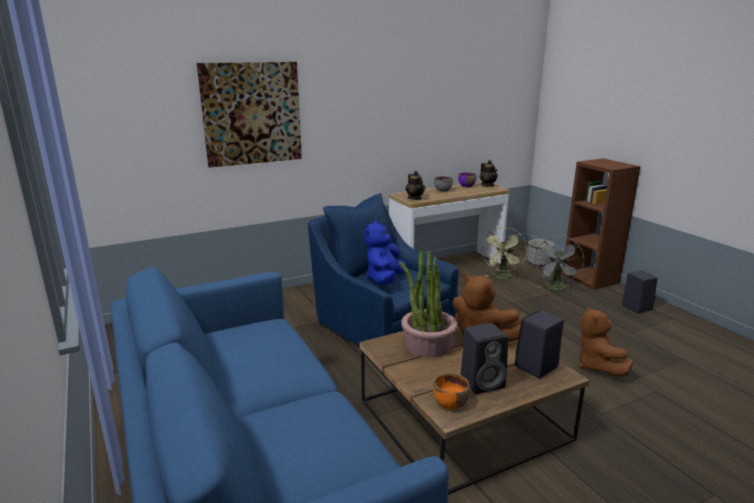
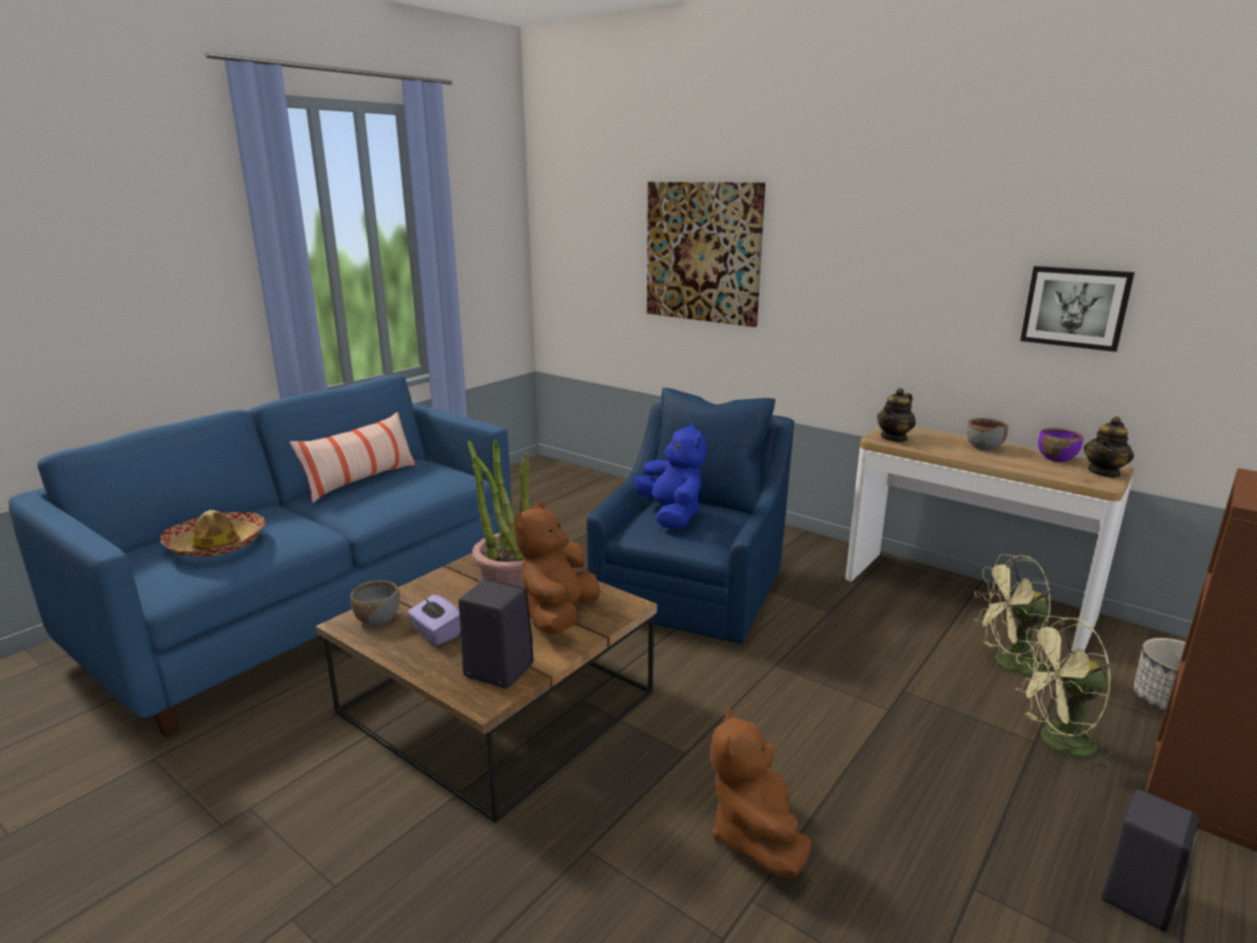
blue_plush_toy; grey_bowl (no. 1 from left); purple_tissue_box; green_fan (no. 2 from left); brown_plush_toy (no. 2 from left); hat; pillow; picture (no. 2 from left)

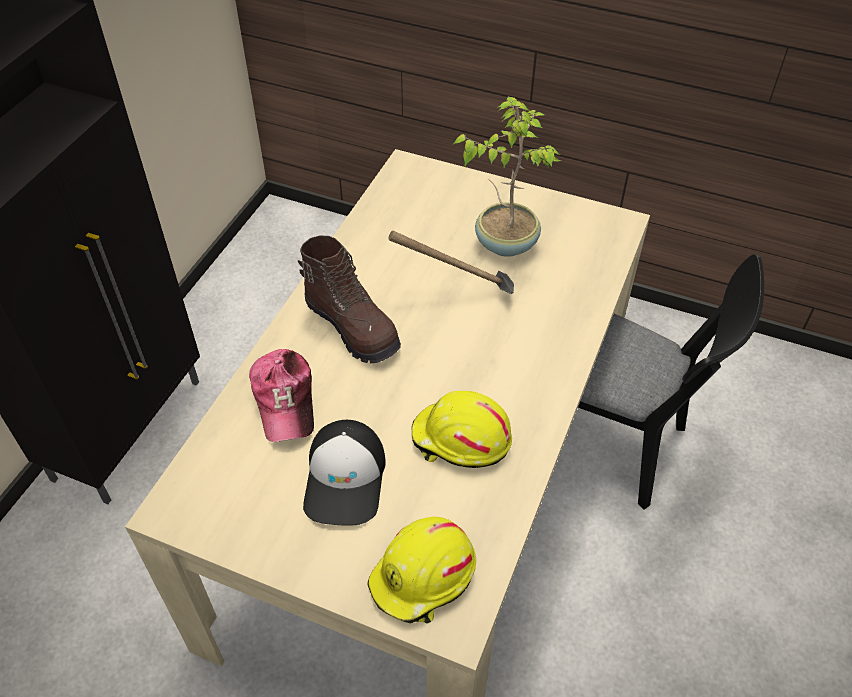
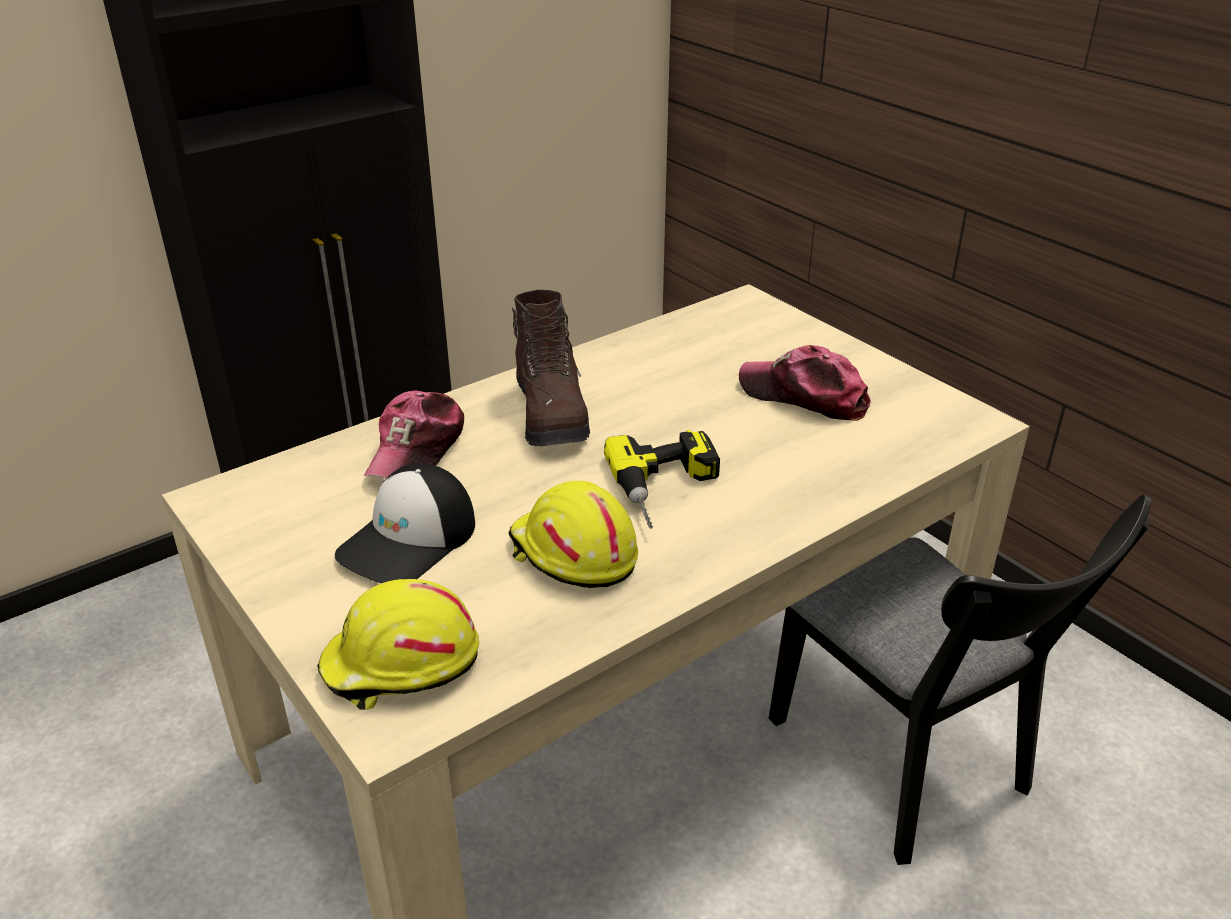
hammer; cap (no. 3 from left); power_drill

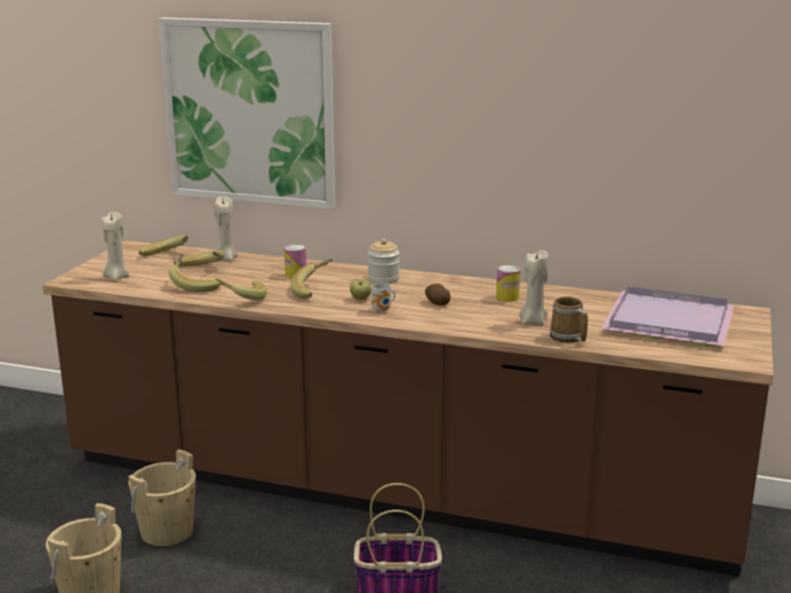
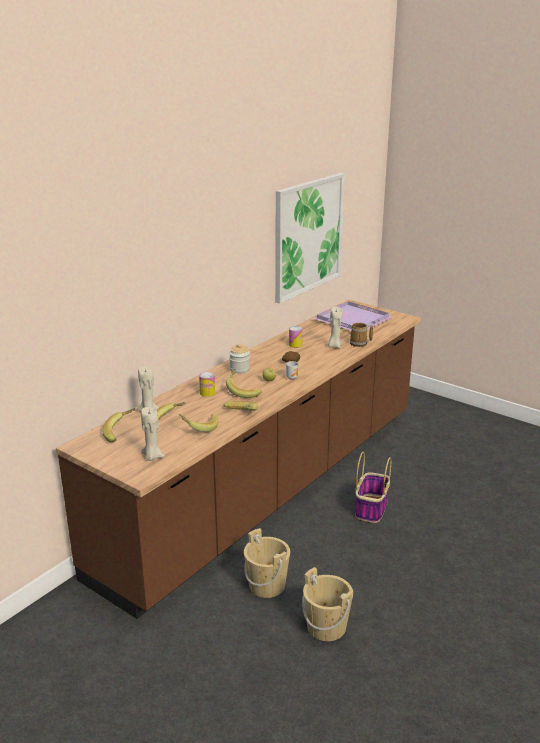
picture

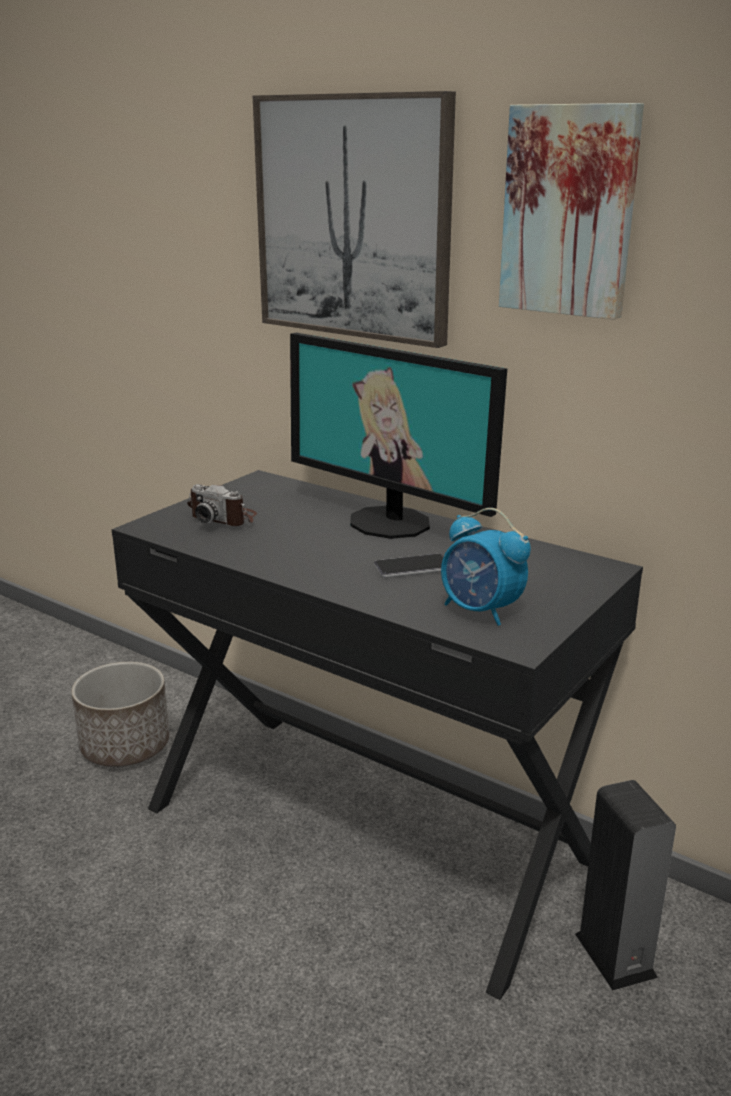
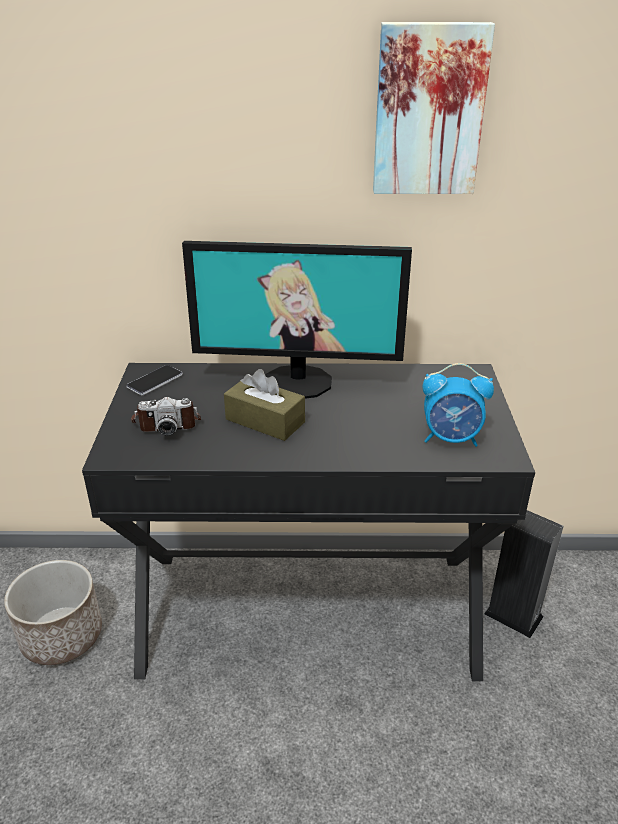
picture (no. 1 from left in the first image); phone; brown_tissue_box

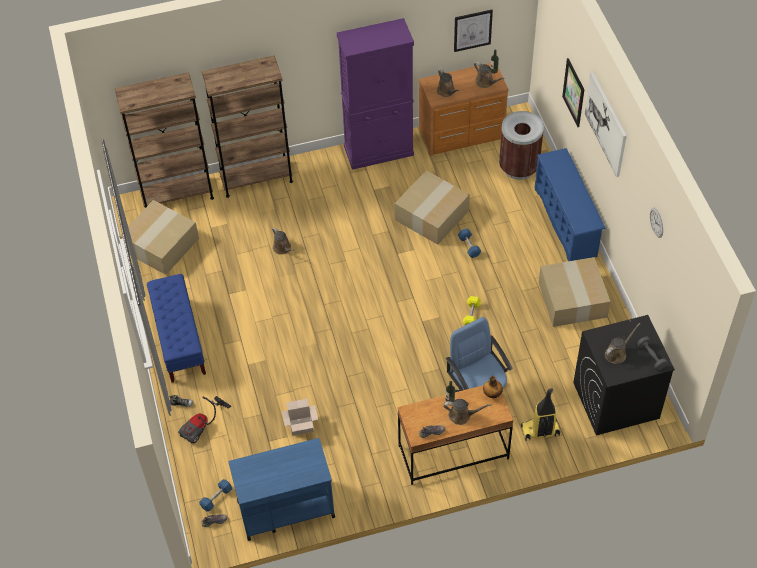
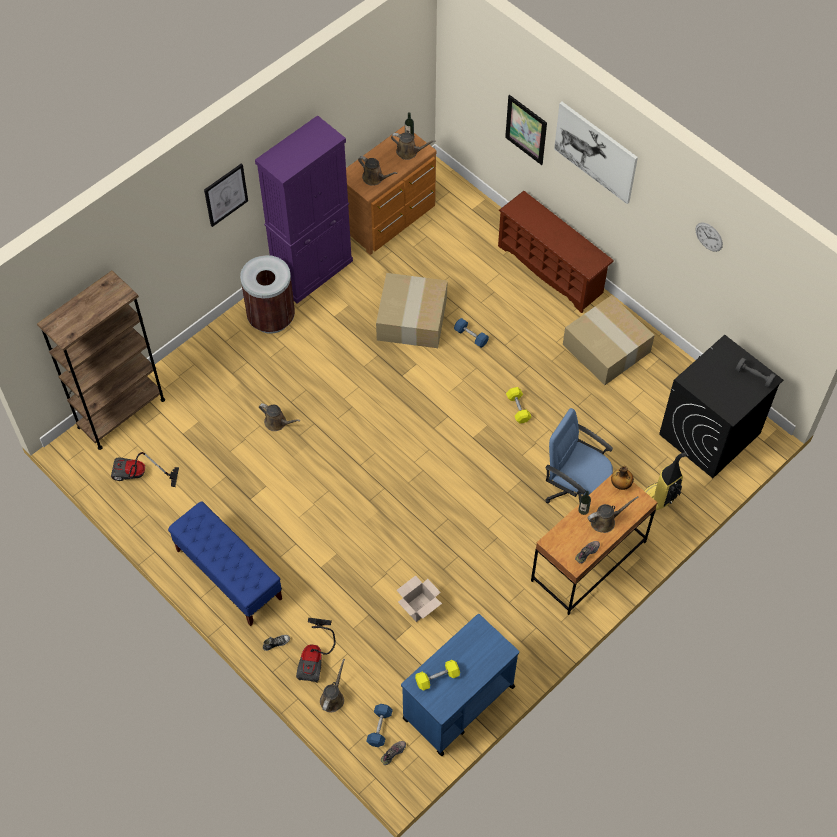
vacuum_cleaner (no. 1 from left); brown_bookcase (no. 2 from left in the first image); picture (no. 1 from left); brown_trash_can; brown_shoe_rack; brown_watering_can (no. 2 from left); yellow_dumbbell (no. 1 from left)

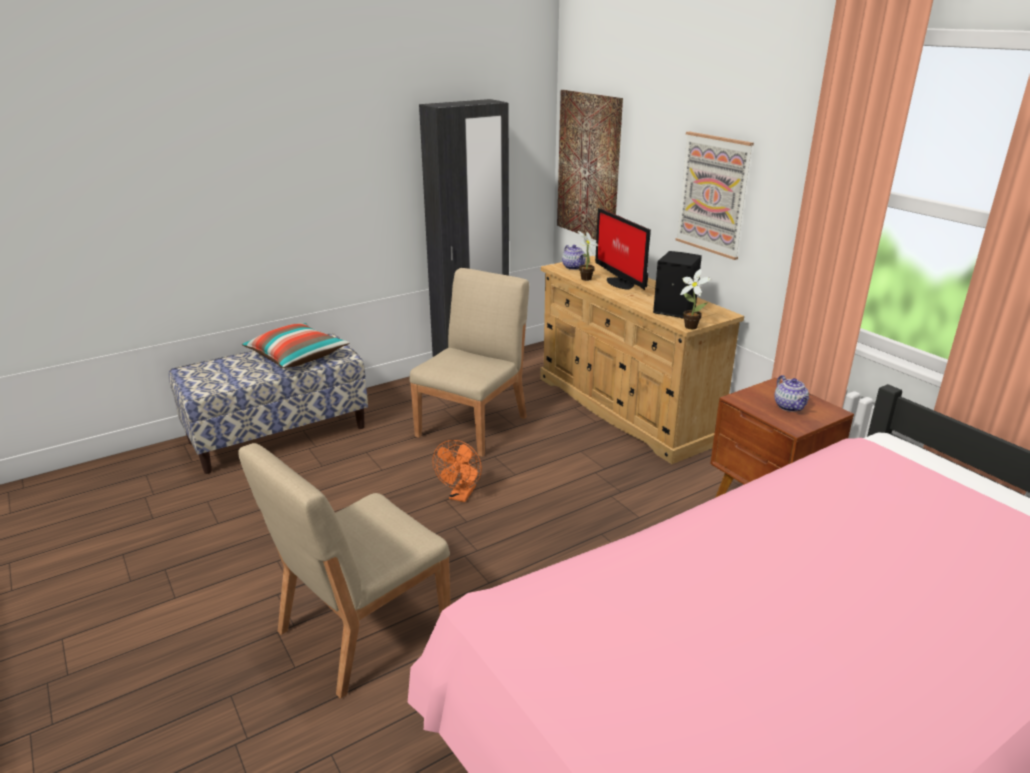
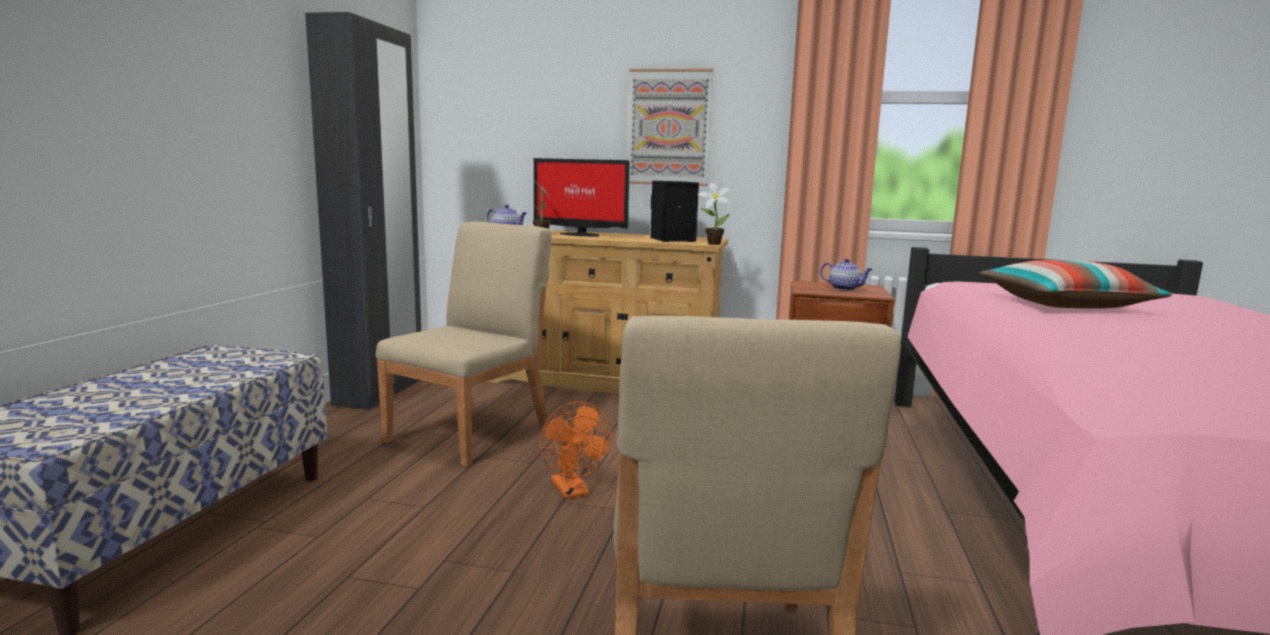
pillow; beige_chair (no. 1 from left); picture (no. 1 from left in the first image)

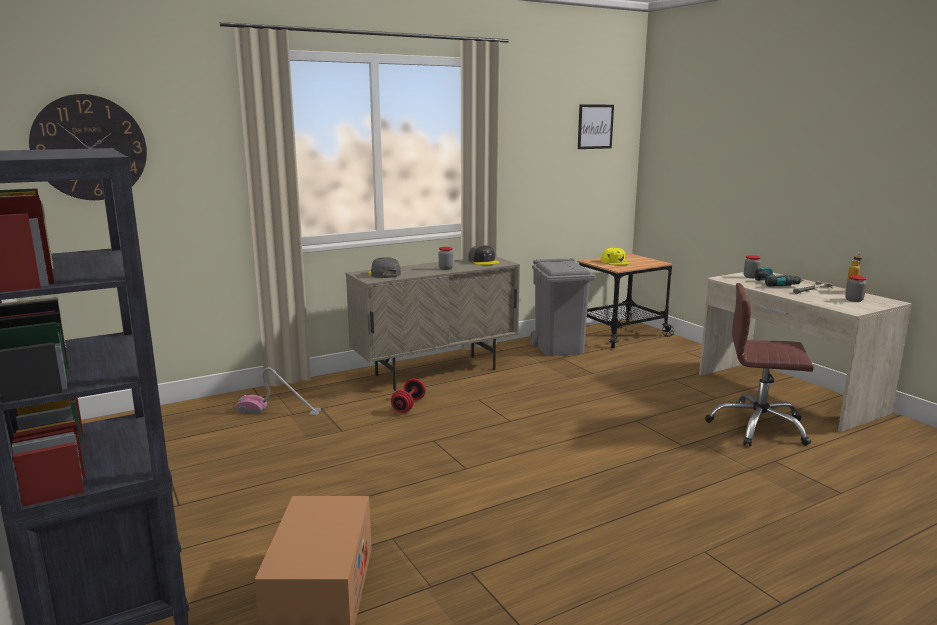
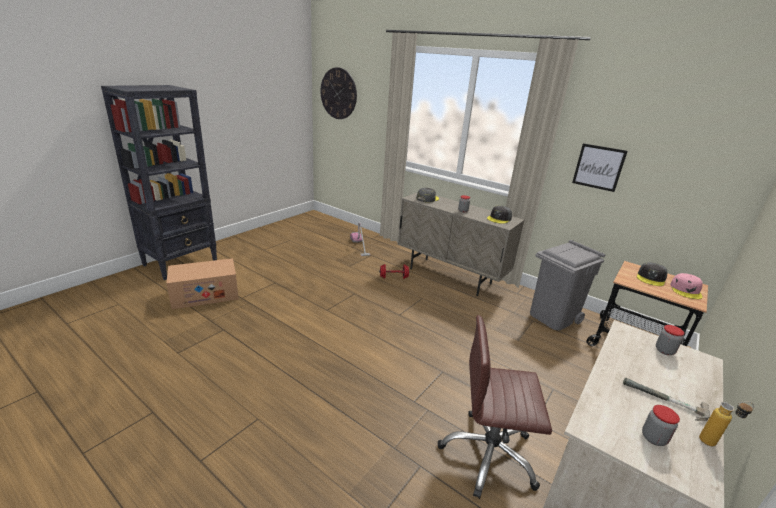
picture; grey_cap (no. 3 from left); brown_office_chair; power_drill; pink_cap

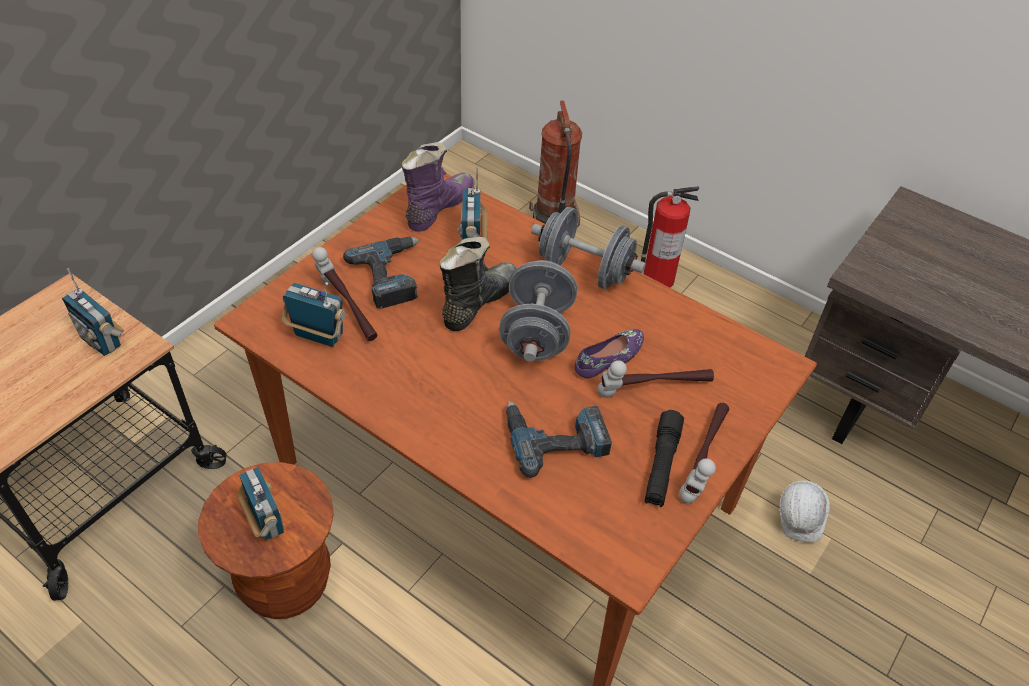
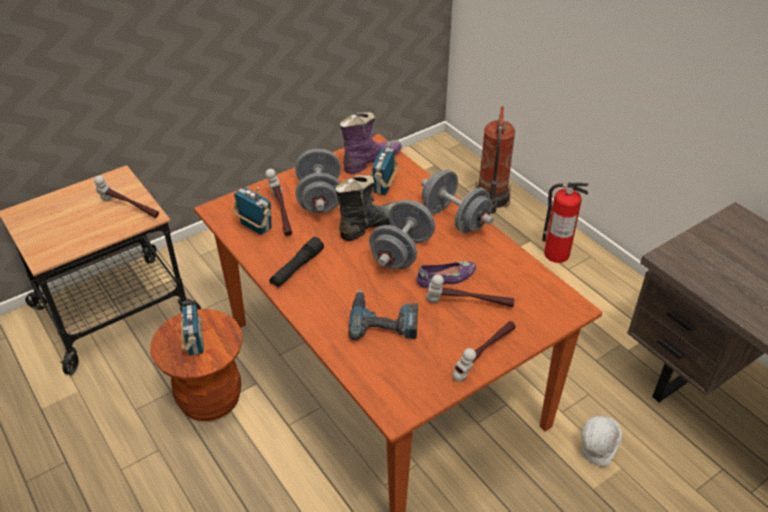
hammer (no. 1 from left); grey_dumbbell (no. 1 from left); black_flashlight

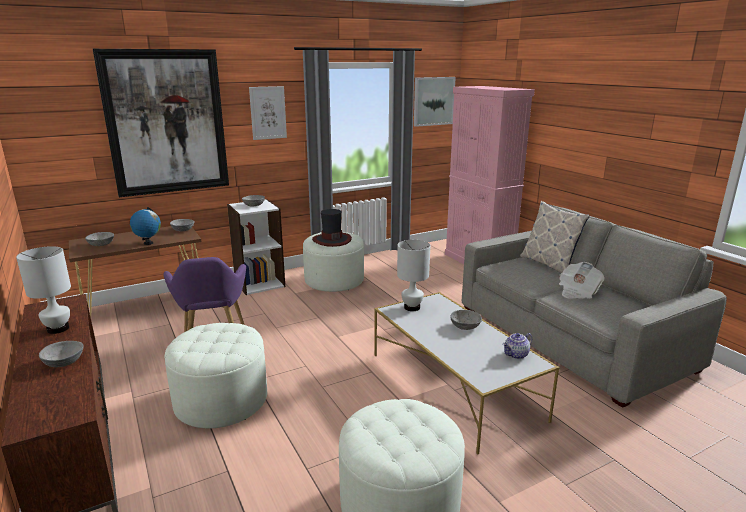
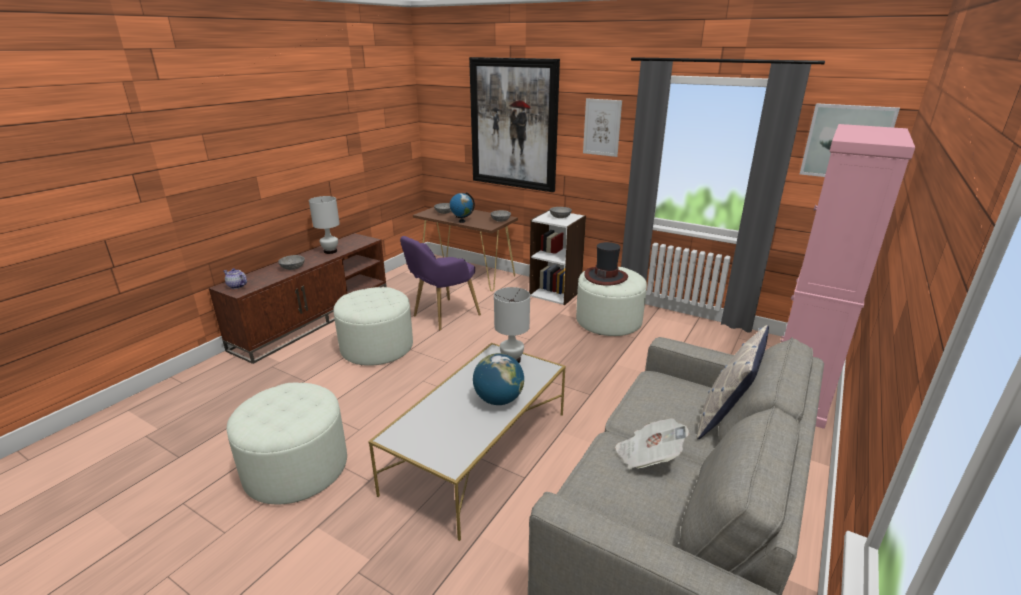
globe (no. 2 from left); teapot

